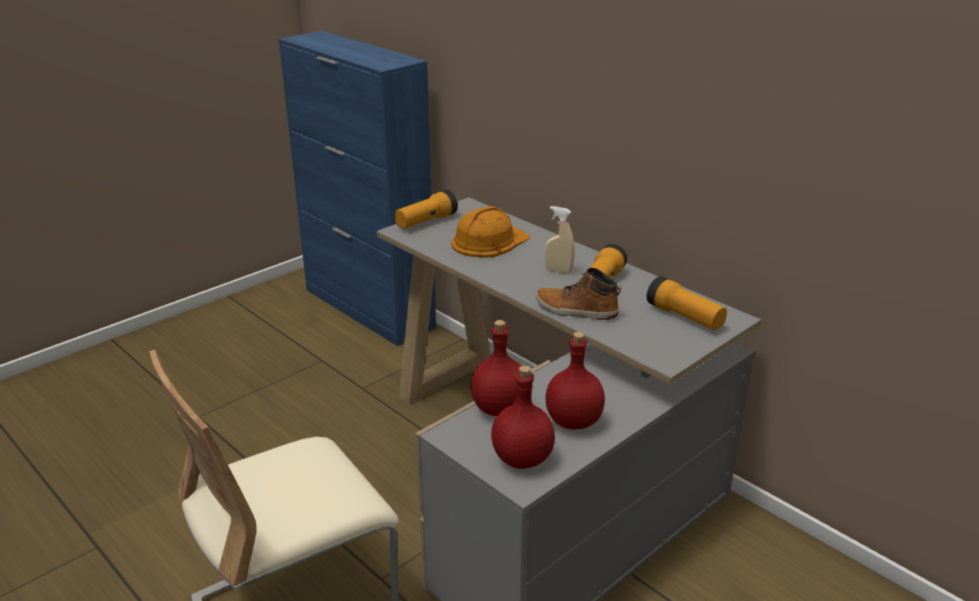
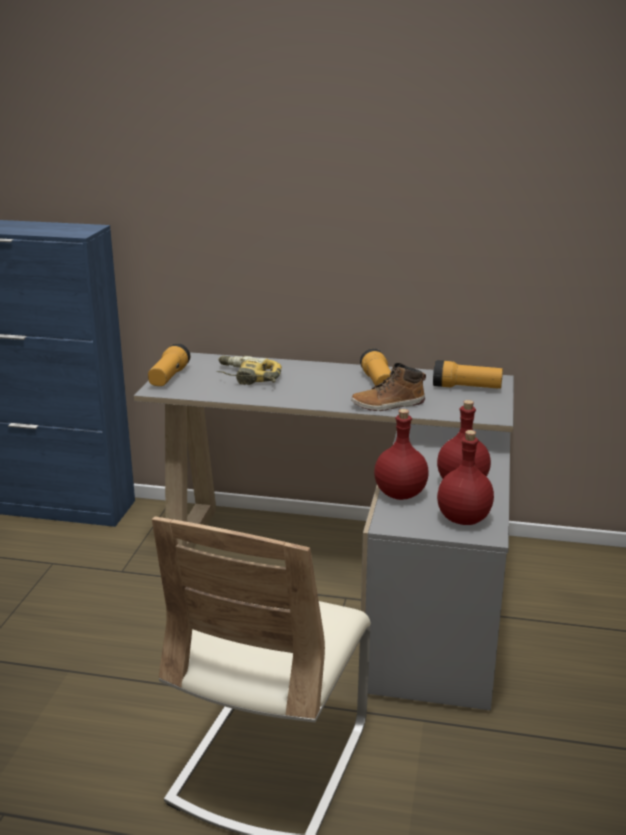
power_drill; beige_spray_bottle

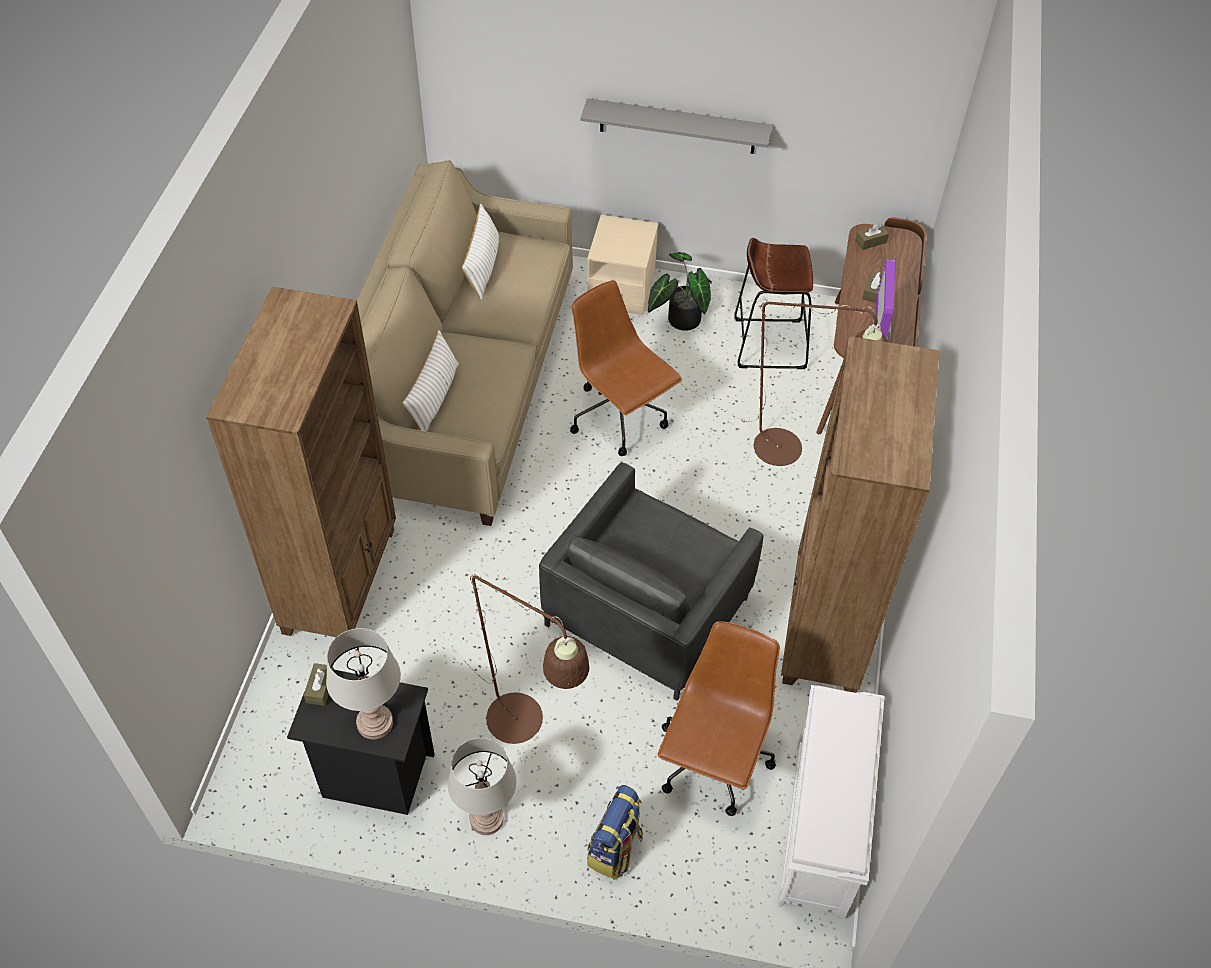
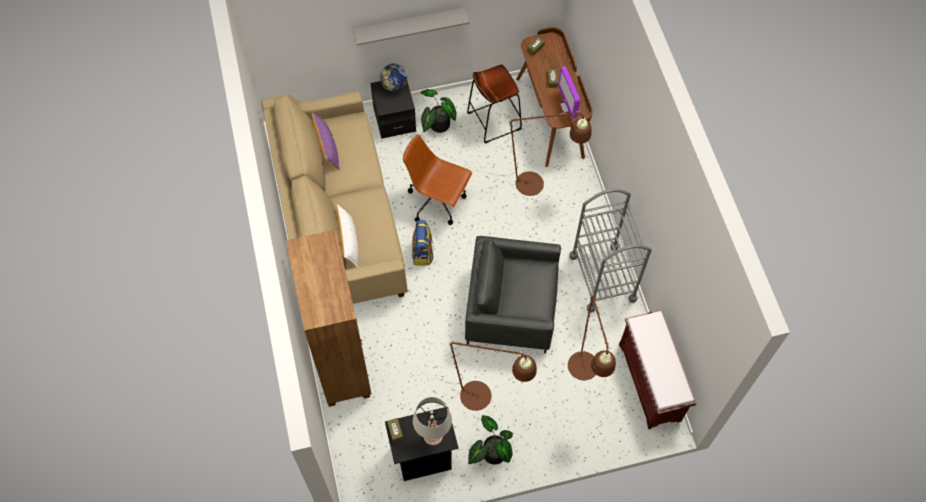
potted_plant (no. 2 from left); purple_pillow; grey_armchair; black_nightstand (no. 1 from left); backpack; brown_floor_lamp (no. 3 from left); brown_bench; grey_cart; globe

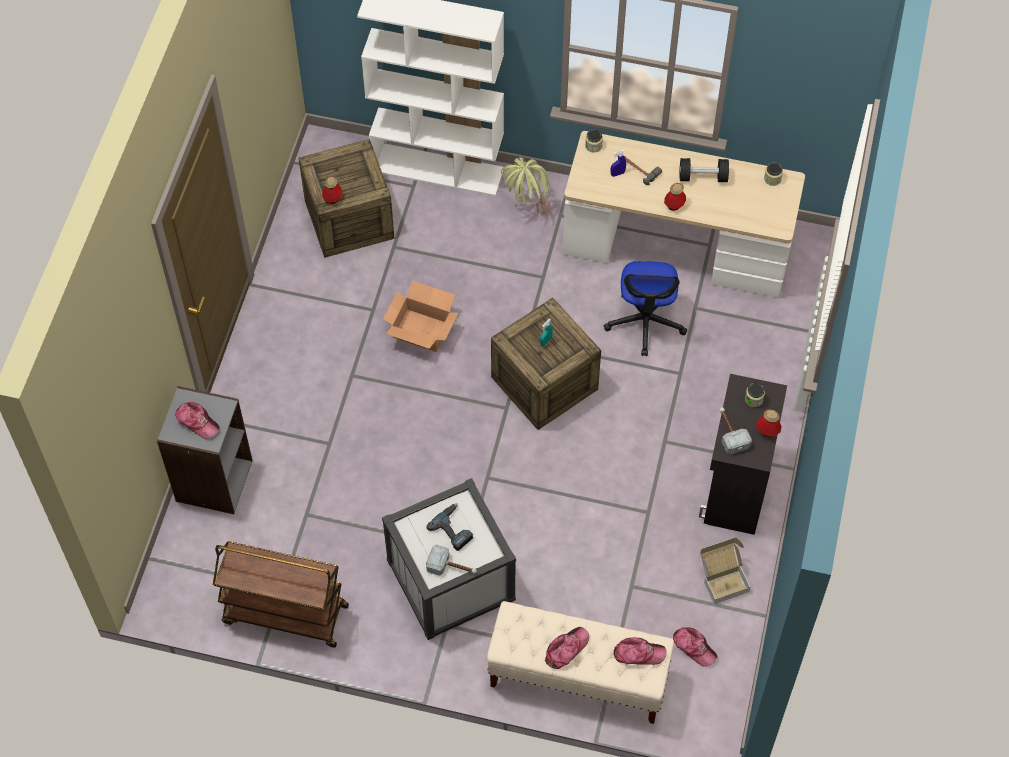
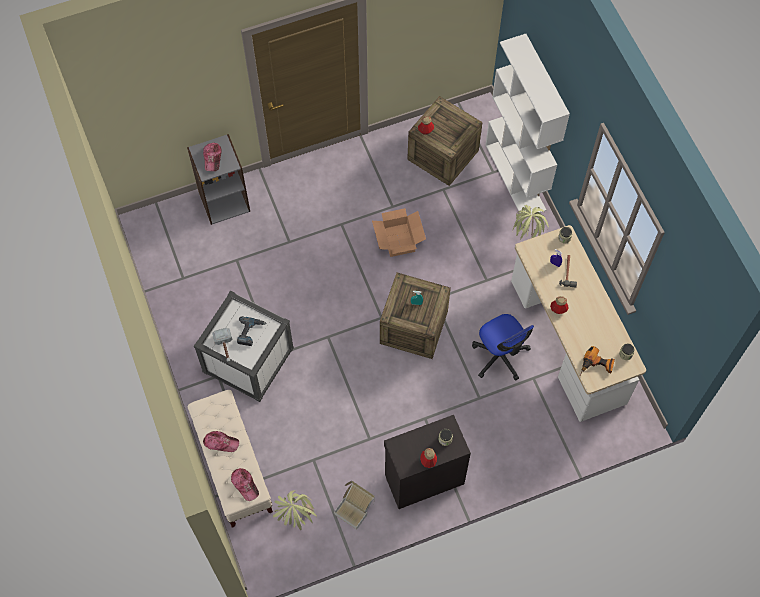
brown_cart; office_chair; potted_plant (no. 1 from left); black_dumbbell; hammer (no. 3 from left in the first image); power_drill (no. 2 from left)

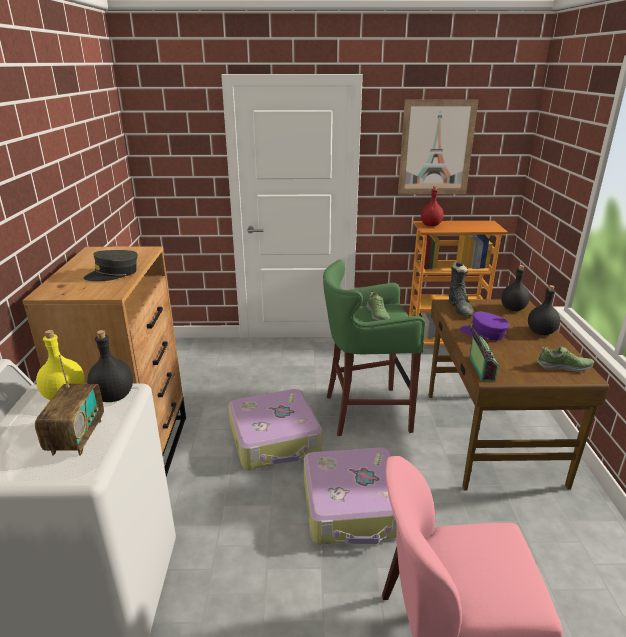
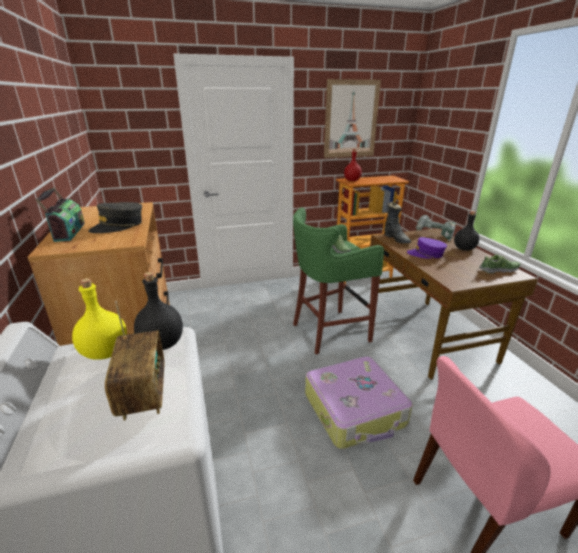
suitcase (no. 1 from left in the first image); radio (no. 1 from left); power_drill

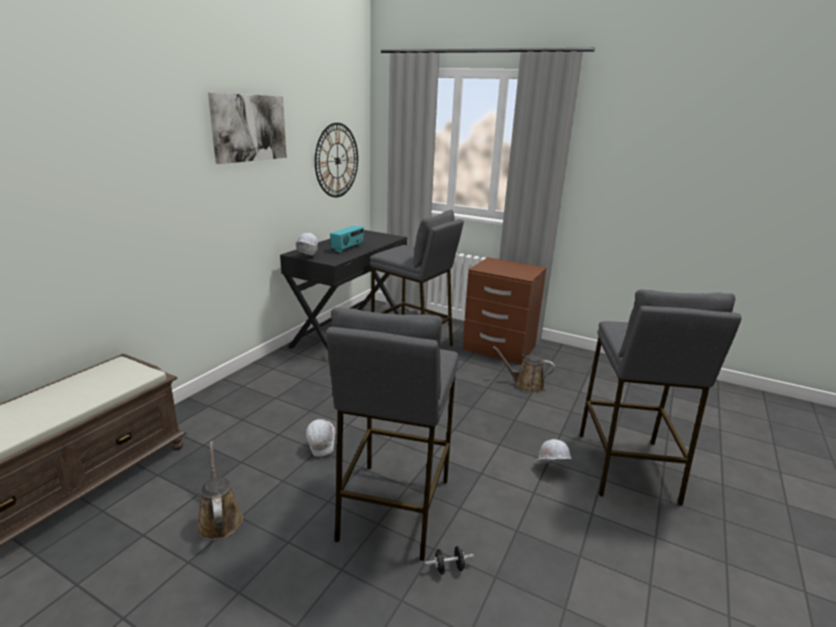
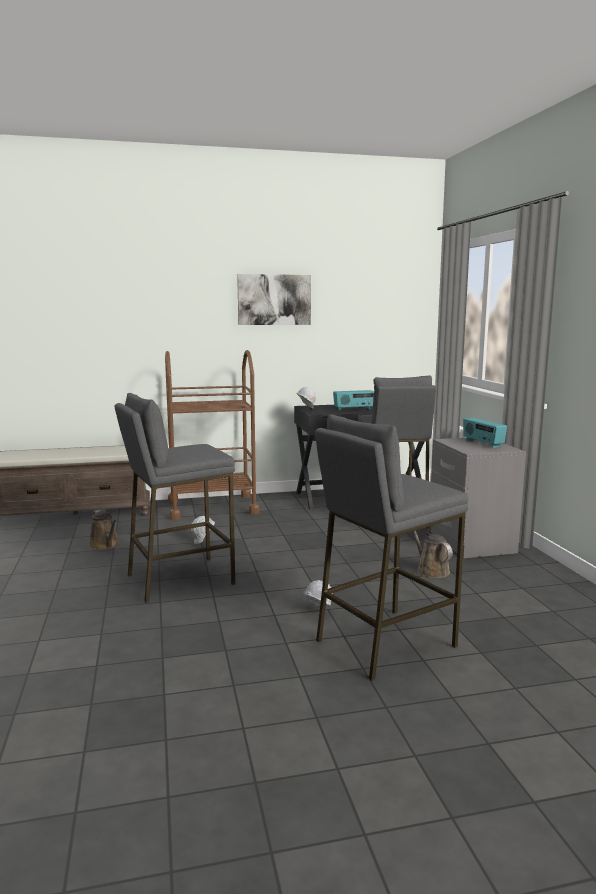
brown_watering_can (no. 1 from left); wall_clock; black_dumbbell; grey_nightstand; brown_cart; radio (no. 2 from left)

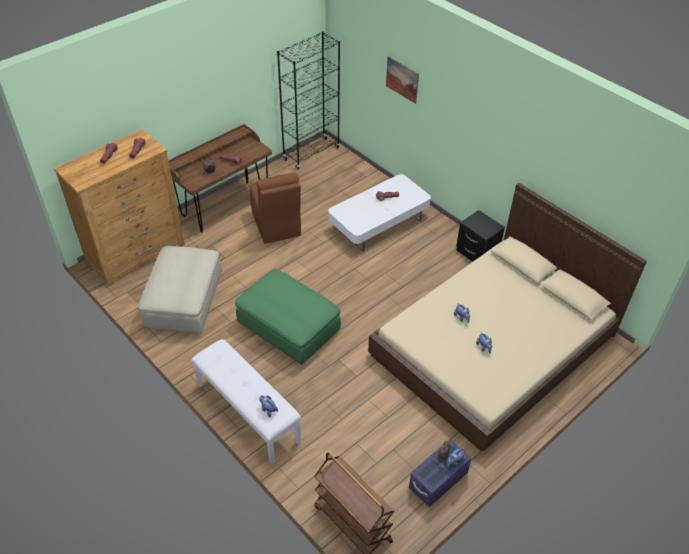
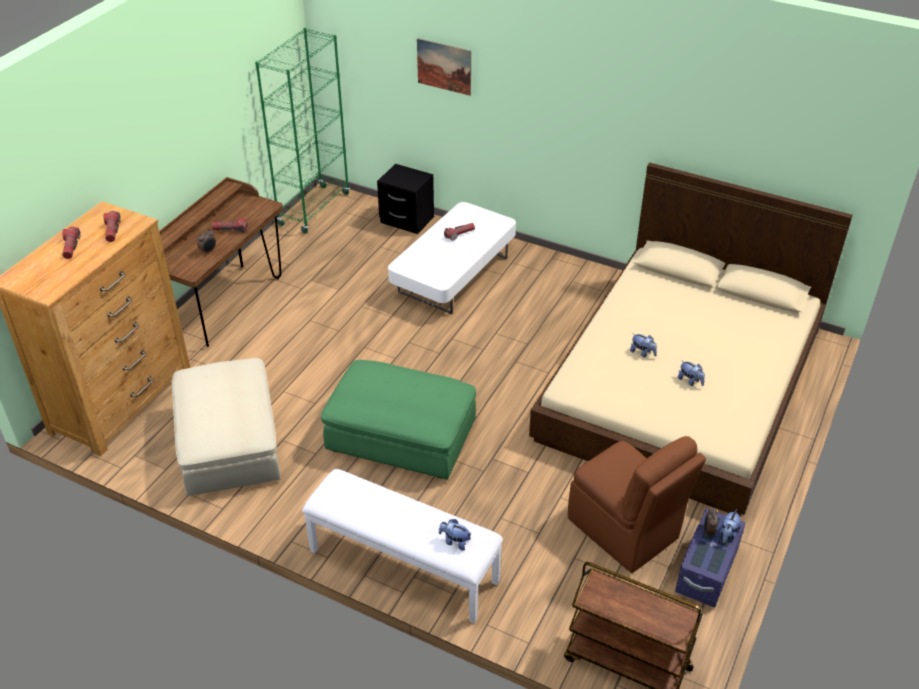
brown_chair; green_bookcase; black_nightstand

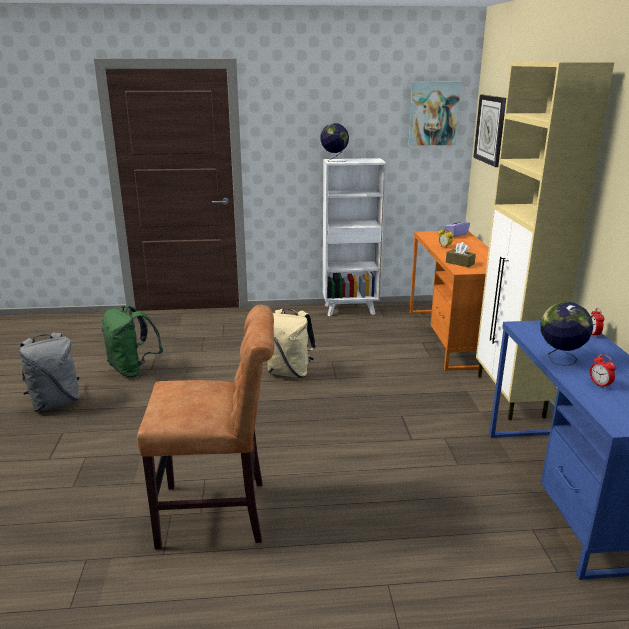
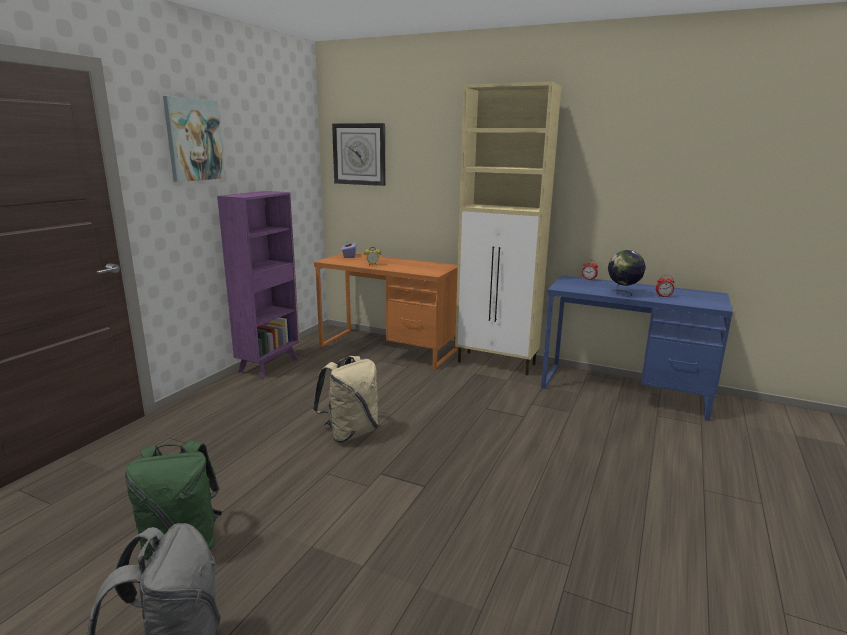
brown_chair; globe (no. 1 from left in the first image); purple_bookcase; picture; brown_tissue_box

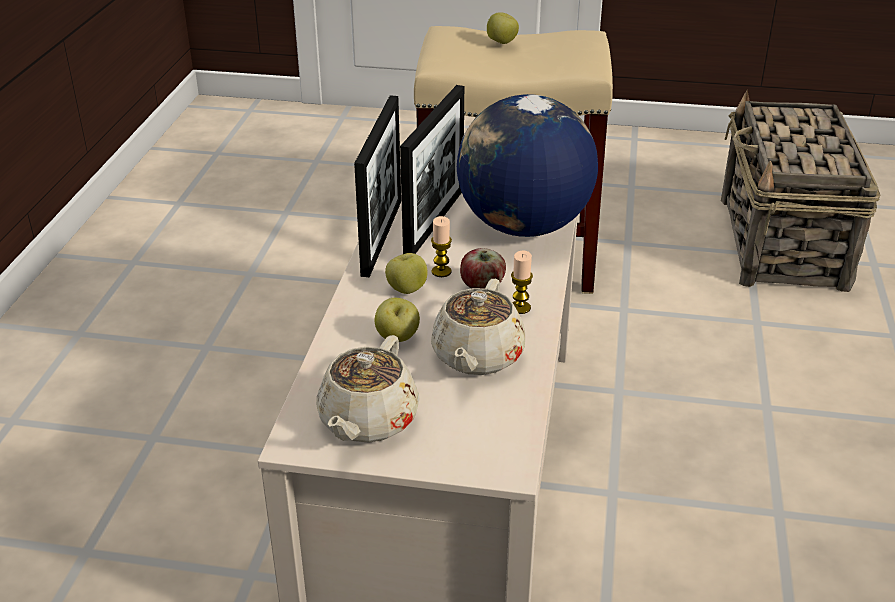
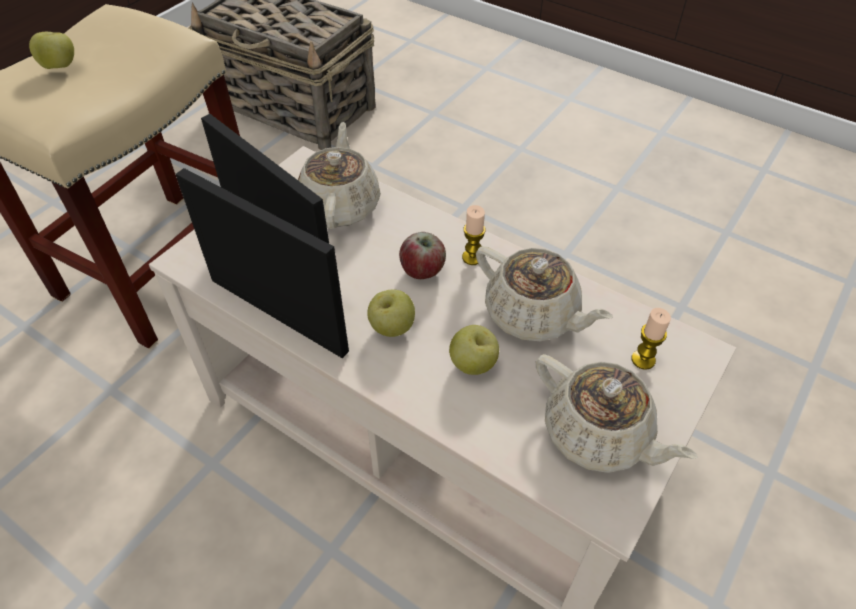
candle (no. 2 from left); beige_teapot (no. 1 from left)

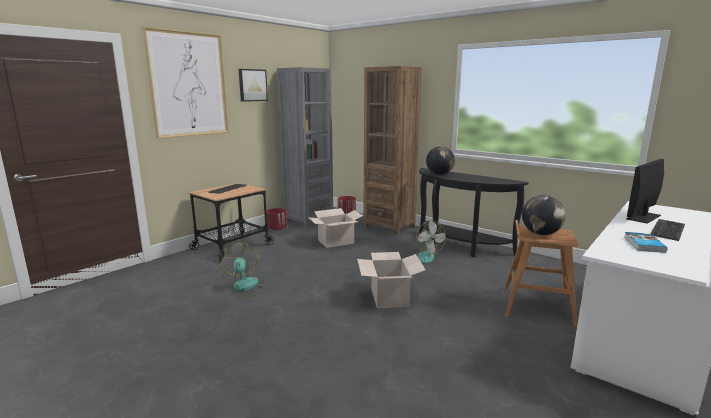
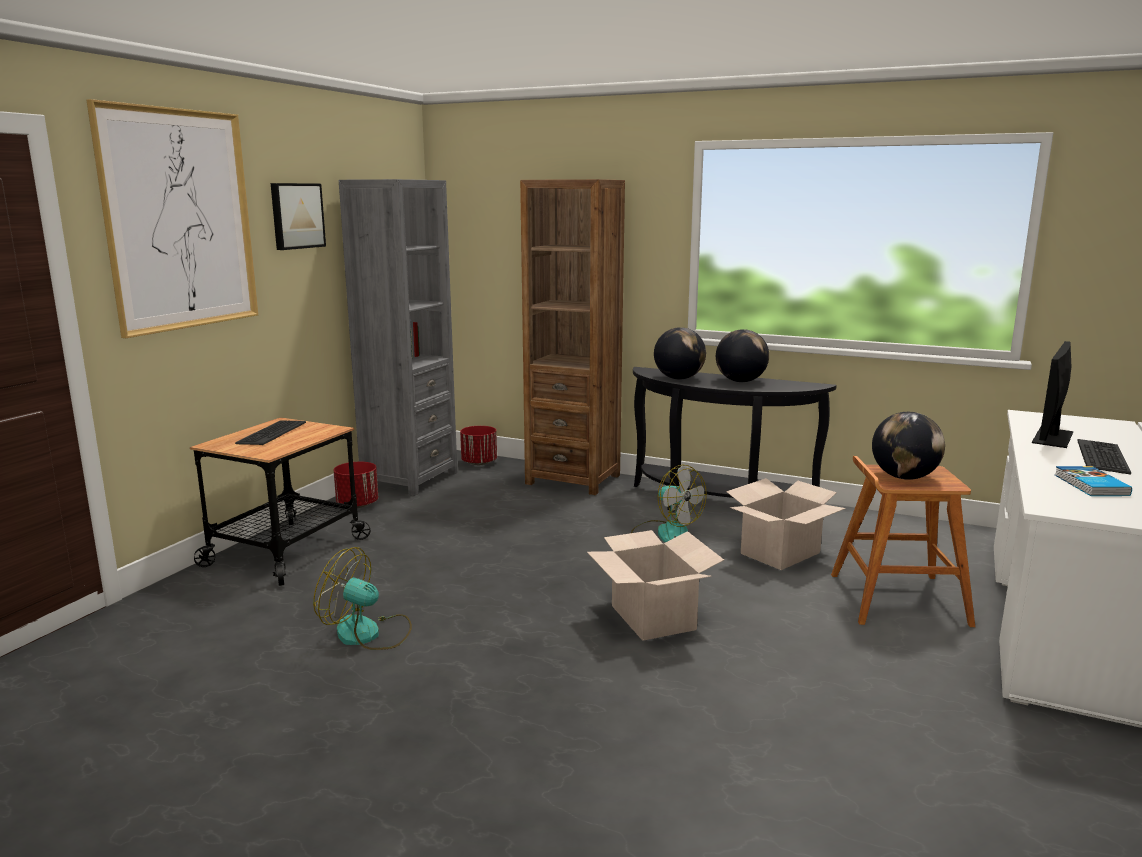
fan (no. 1 from left); cardboard_box (no. 2 from left); globe (no. 2 from left)

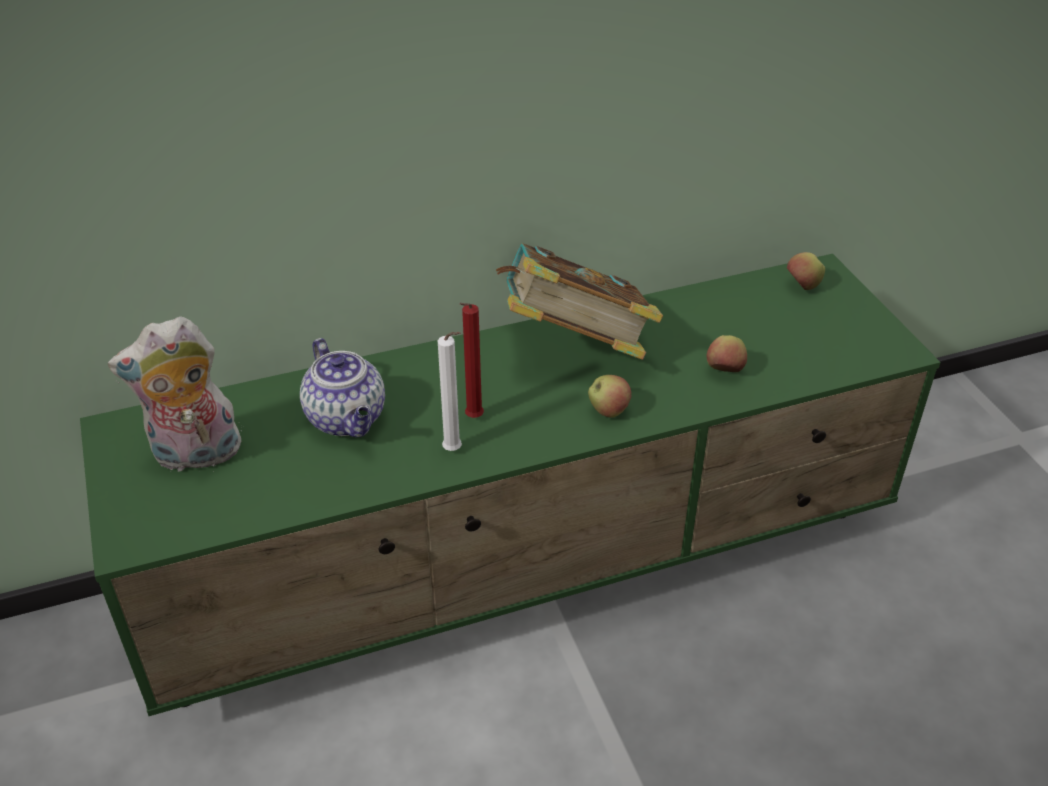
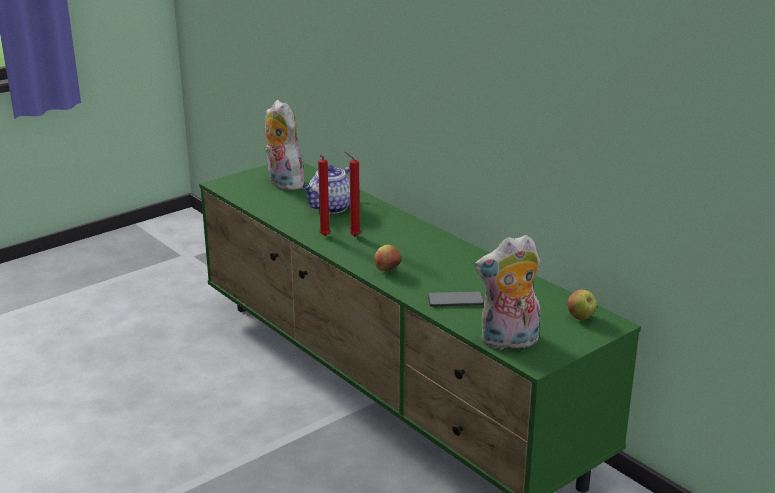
red_candle (no. 1 from left); book; phone; plush_toy (no. 2 from left)

